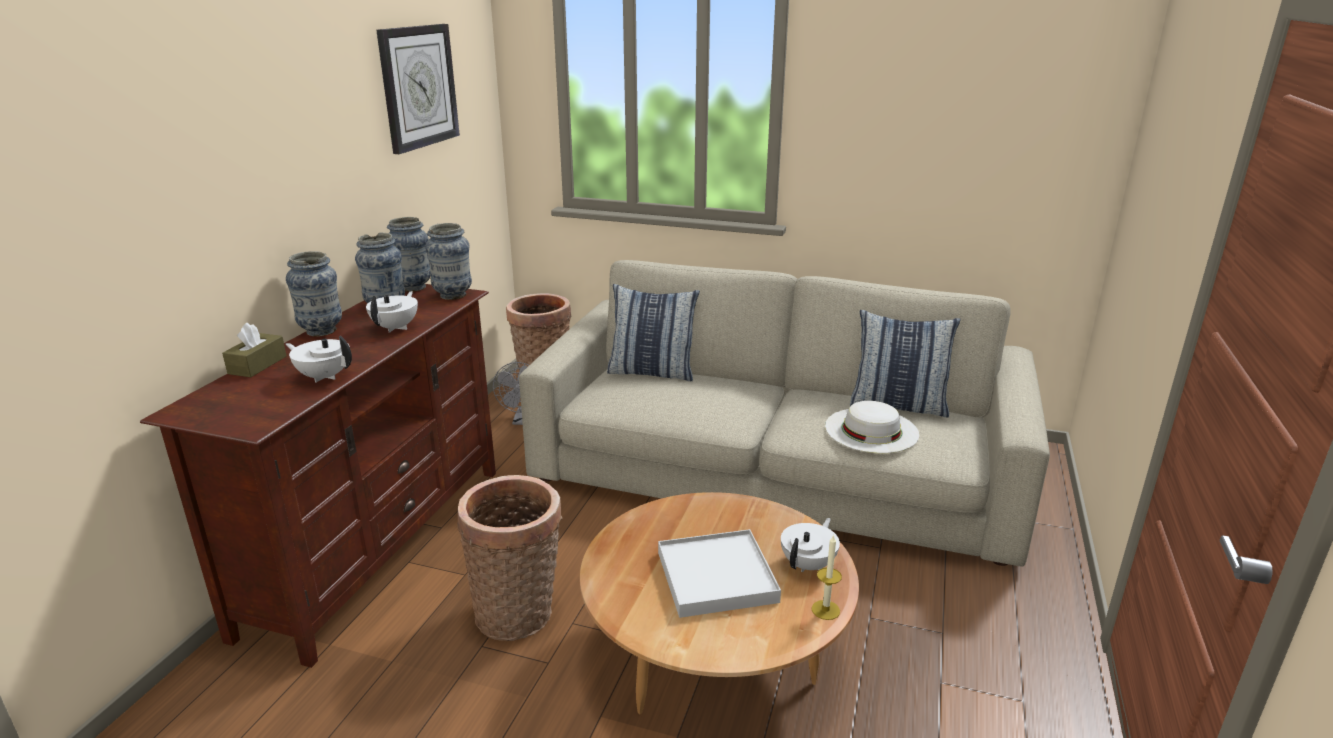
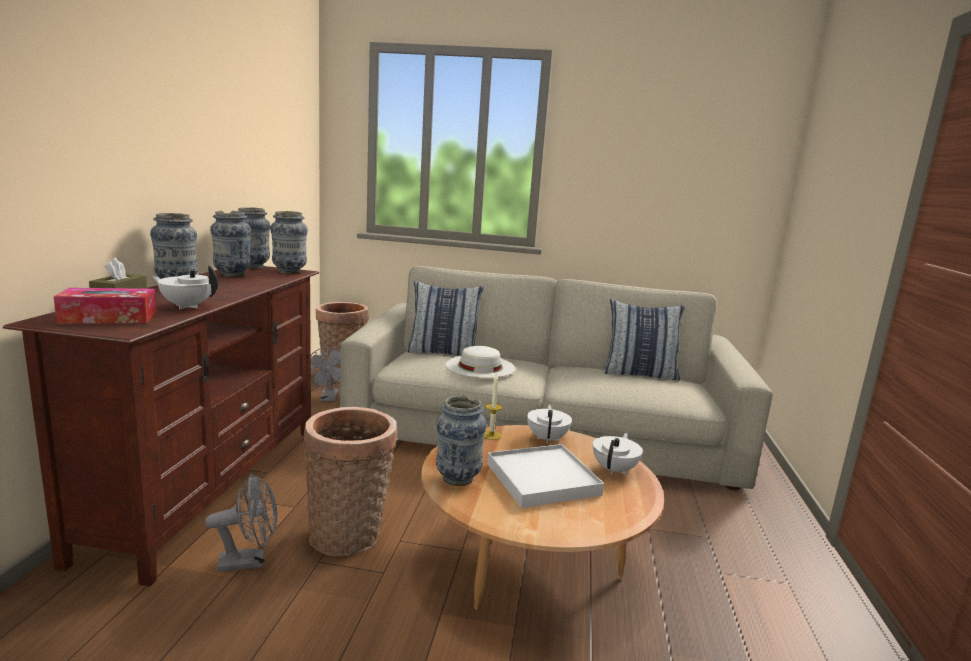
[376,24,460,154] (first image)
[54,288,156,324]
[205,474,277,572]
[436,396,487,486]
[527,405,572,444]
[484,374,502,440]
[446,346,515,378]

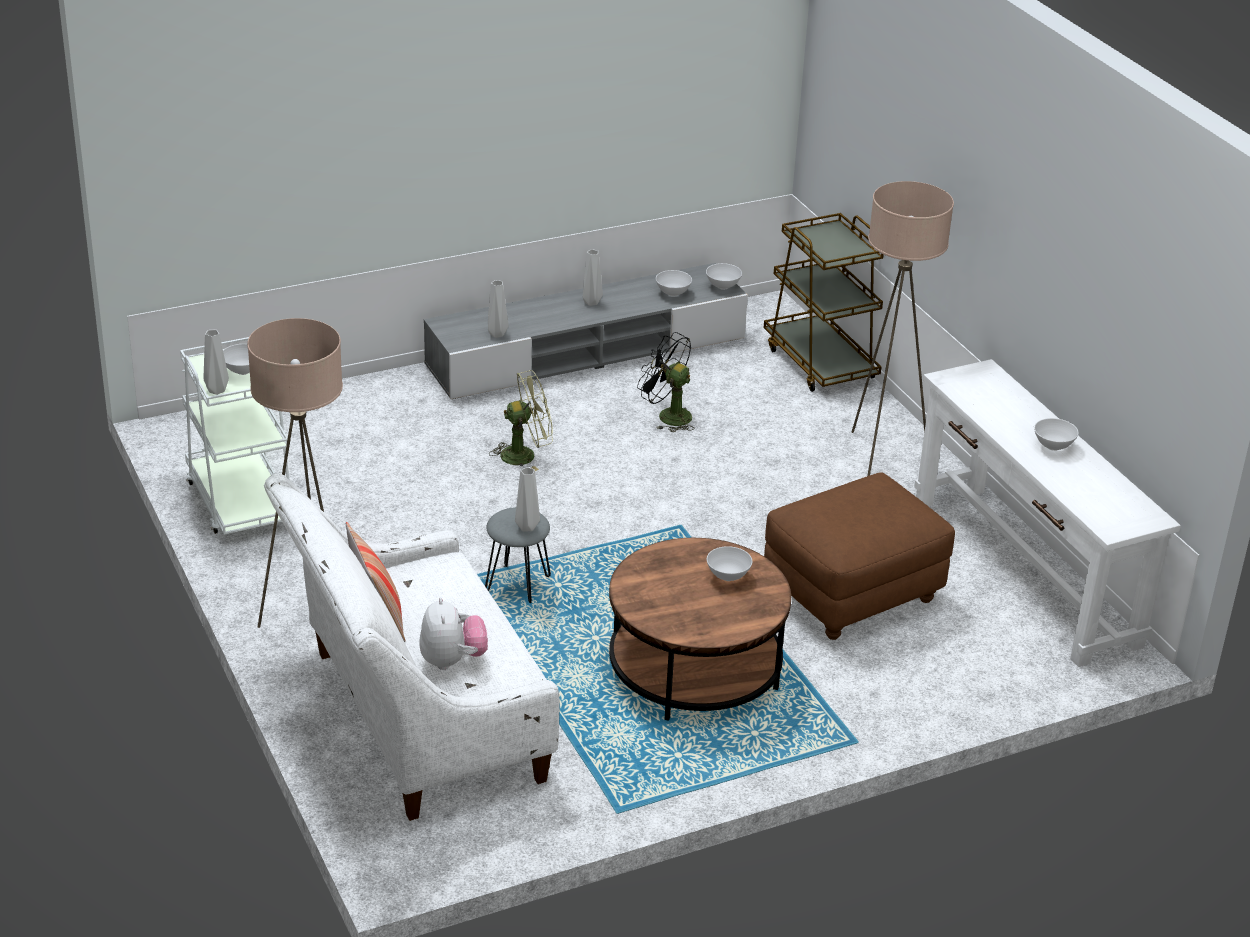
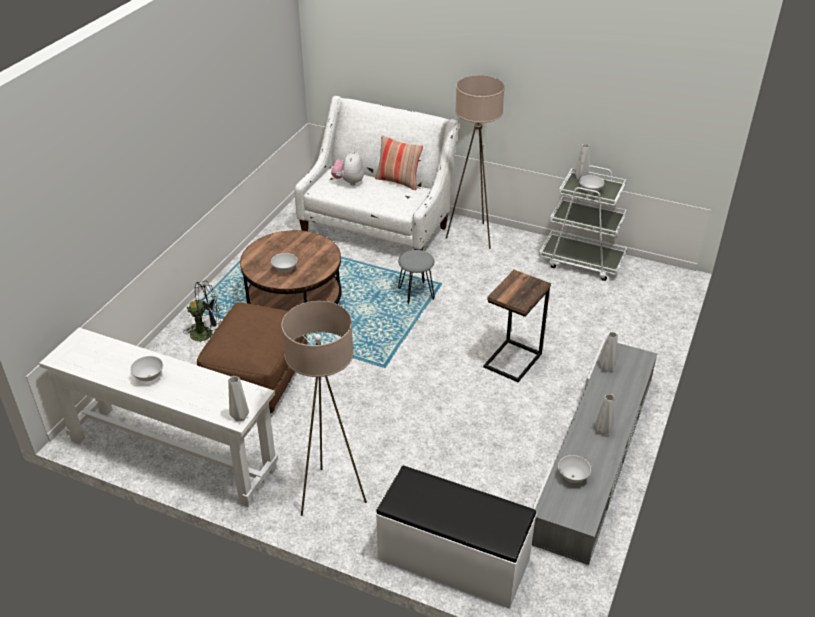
[706,263,742,290] (first image)
[228,376,249,422]
[183,281,220,342]
[483,270,551,382]
[376,466,537,609]
[331,151,364,186]

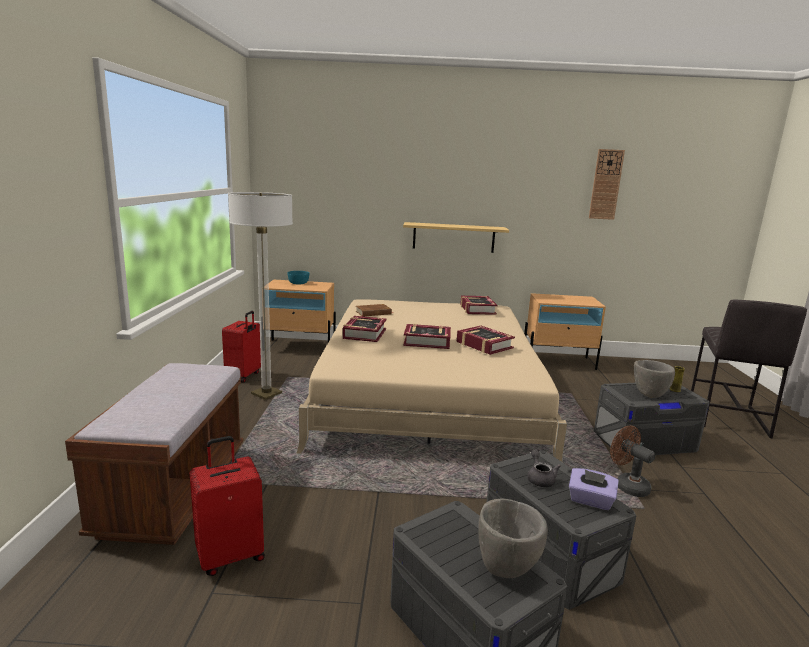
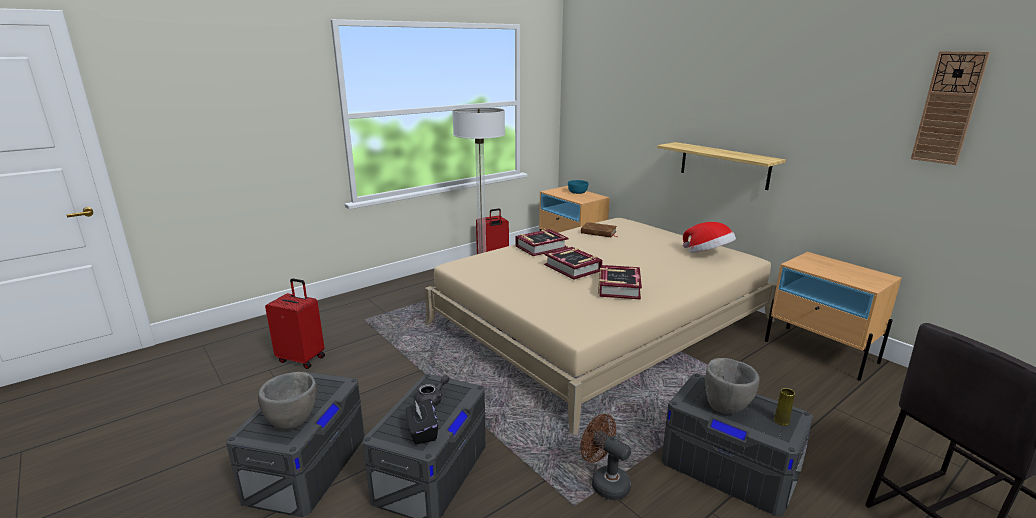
[65,363,244,545] (first image)
[683,222,736,253]
[406,399,438,444]
[580,414,631,500]

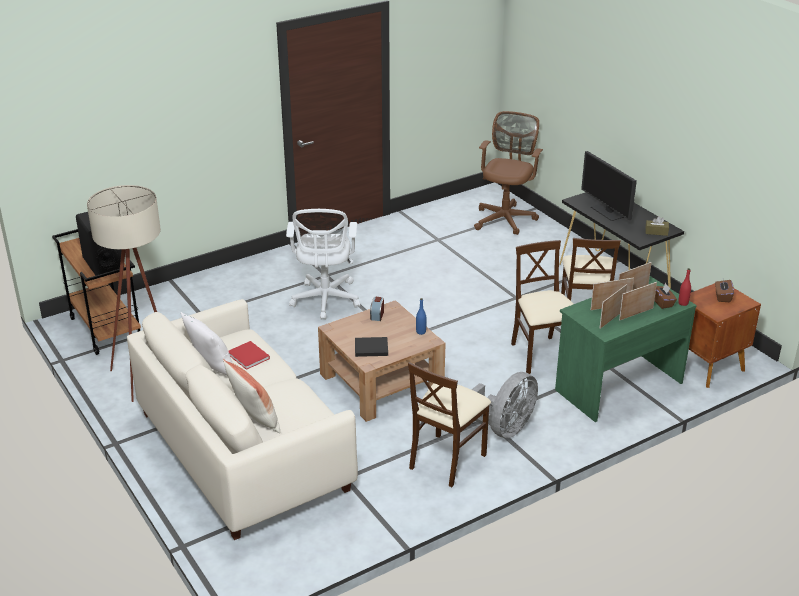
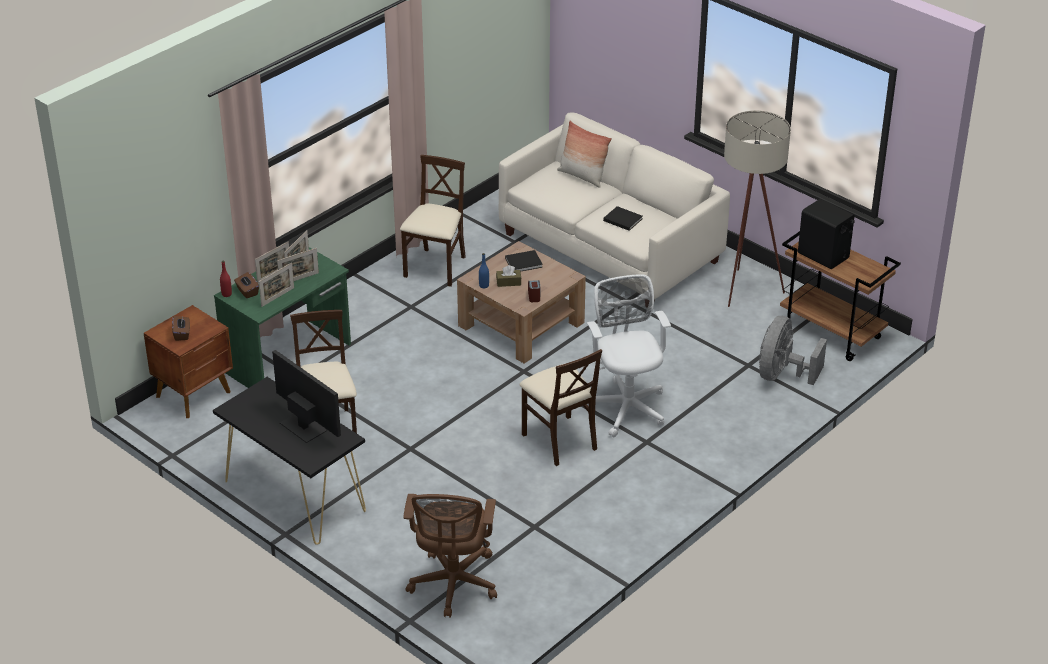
[181,312,232,376] (first image)
[759,316,827,385]
[520,349,602,466]
[496,265,522,287]
[603,206,643,231]

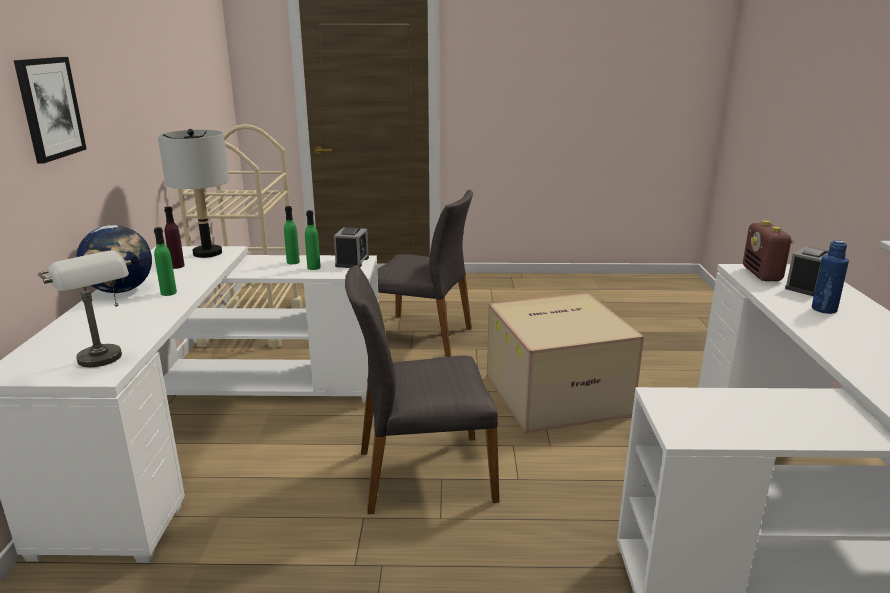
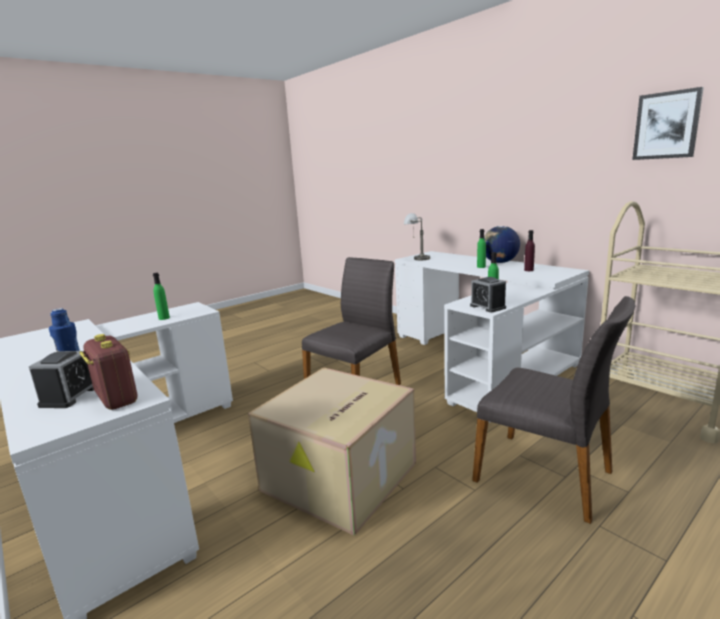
[158,129,229,258] (first image)
[632,87,704,160]
[153,273,170,320]
[472,296,636,524]

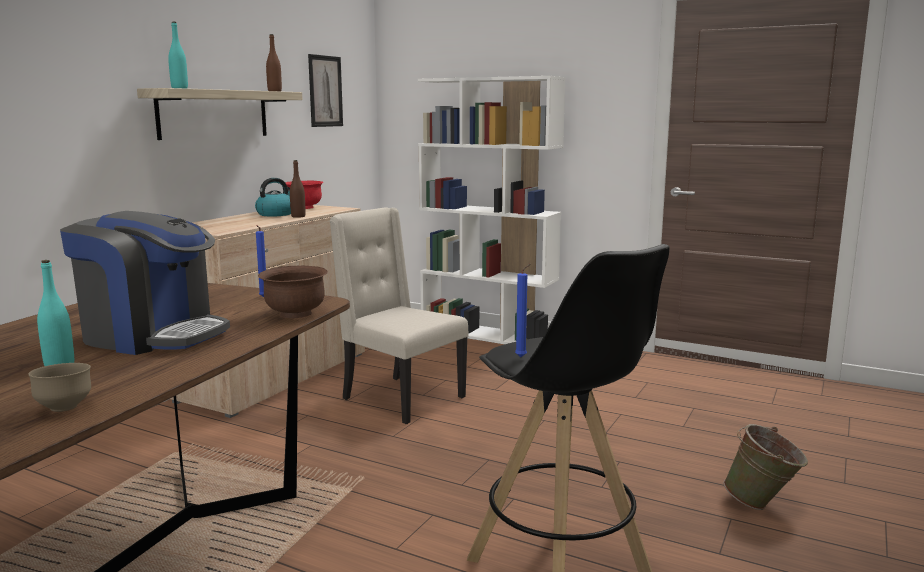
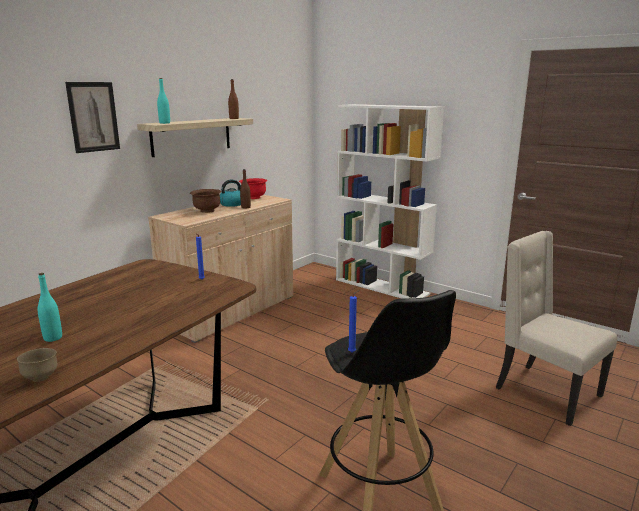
[60,211,230,355] (first image)
[723,424,808,510] (first image)
[190,189,222,213]
[65,82,120,153]
[496,231,617,426]

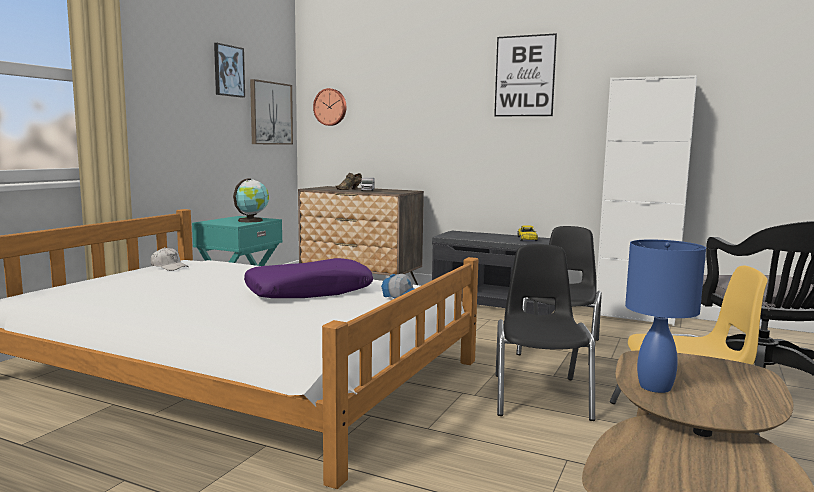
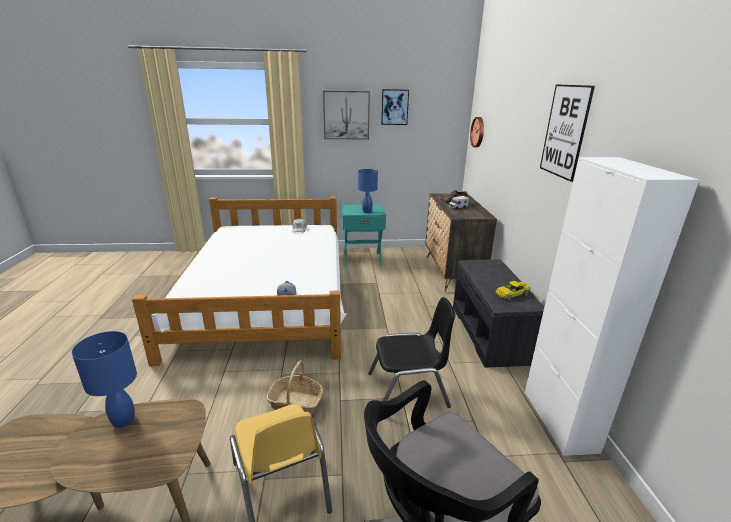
[244,258,373,298] (first image)
[323,91,370,139]
[358,169,378,213]
[266,360,323,413]

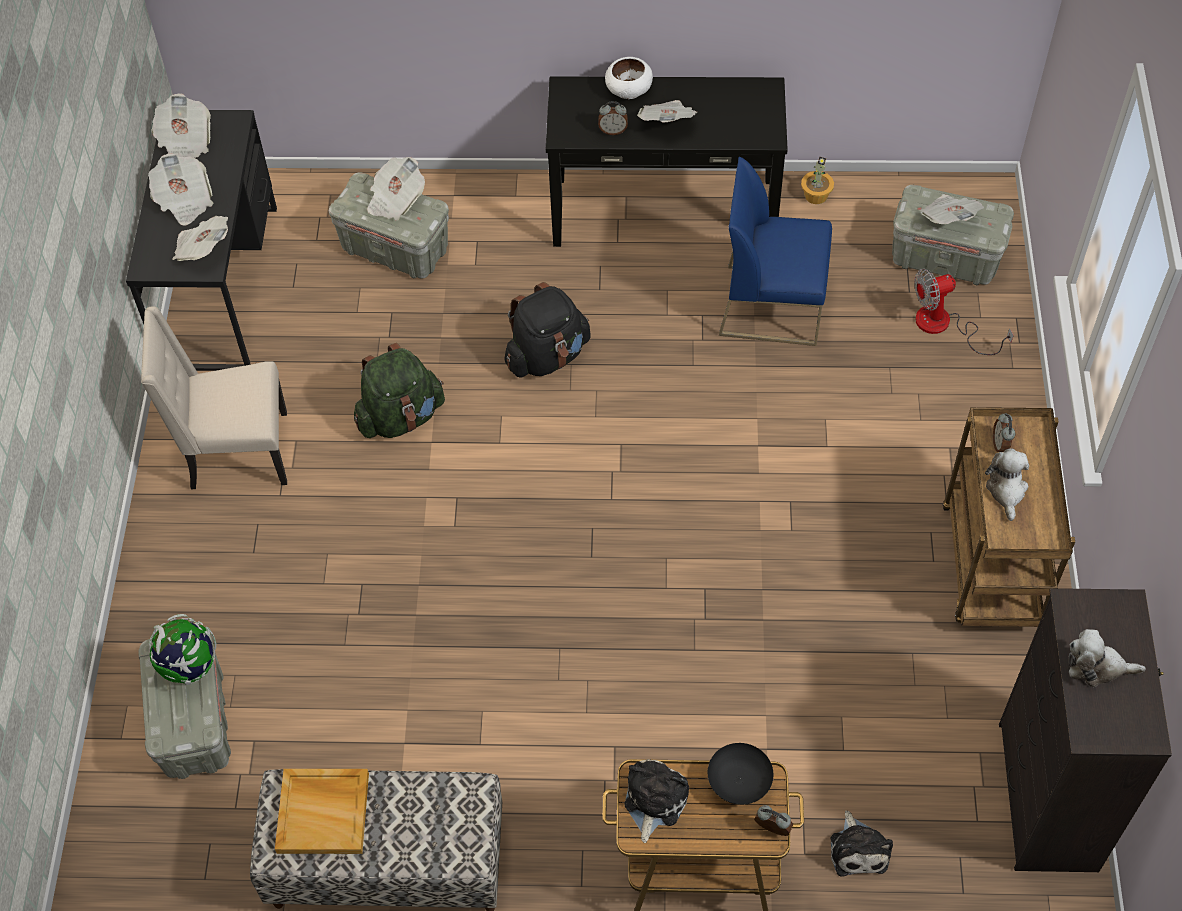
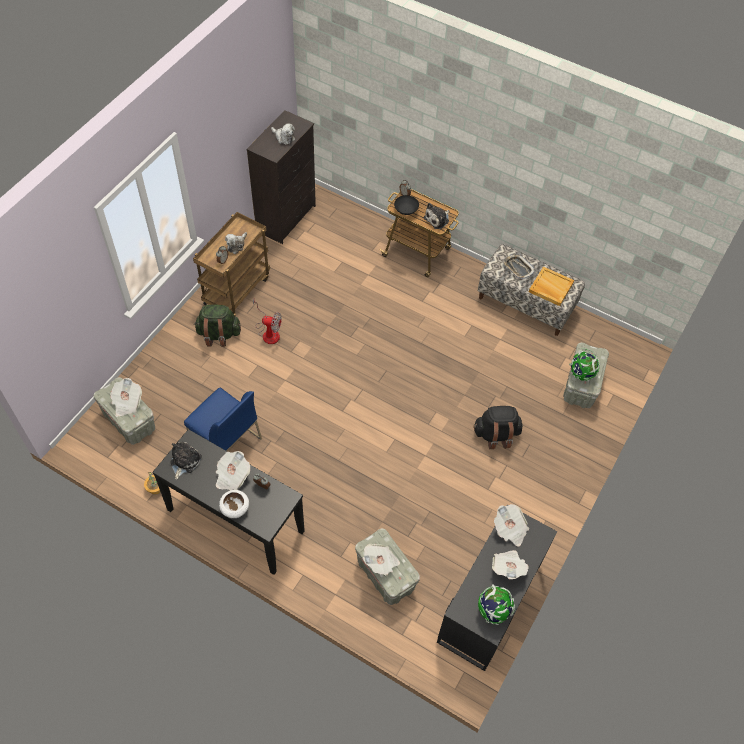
[141,306,287,490] (first image)
[502,254,535,279]
[194,304,241,347]
[473,406,523,449]
[170,442,202,480]
[253,299,282,344]
[478,584,515,625]

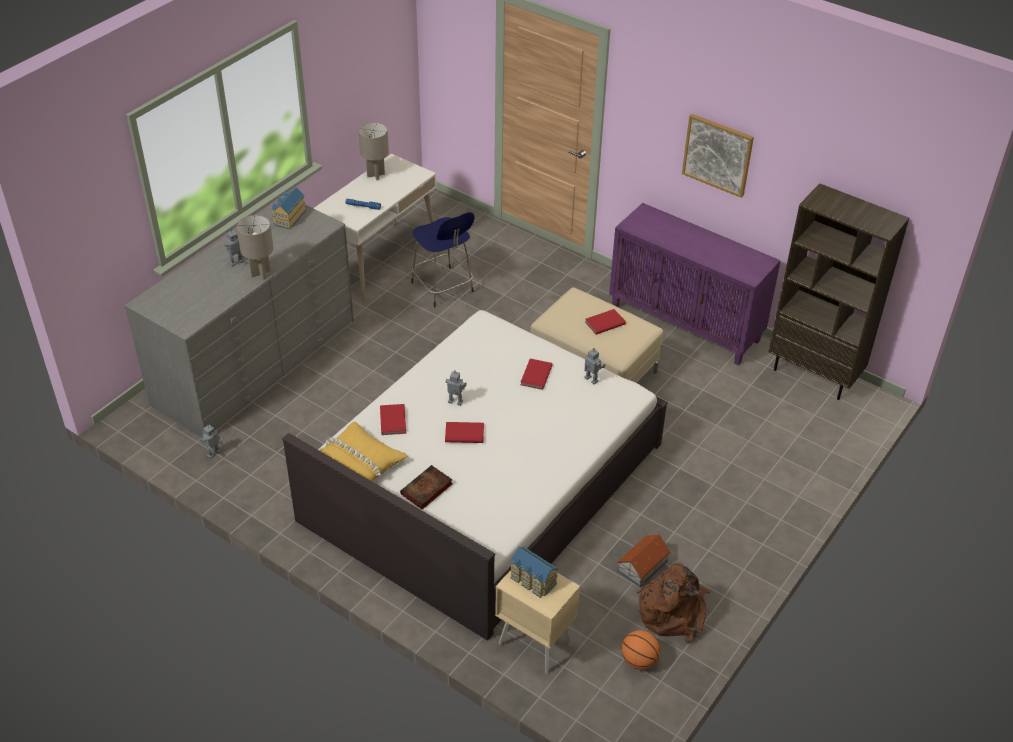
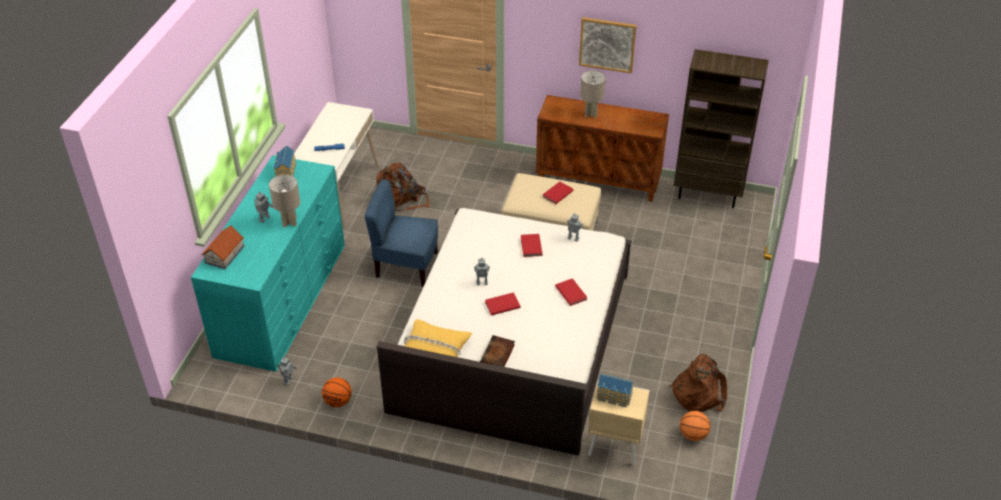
[322,378,352,407]
[364,179,438,287]
[580,70,606,118]
[555,278,587,306]
[202,225,245,269]
[376,163,430,211]
[191,155,345,372]
[536,95,669,202]

